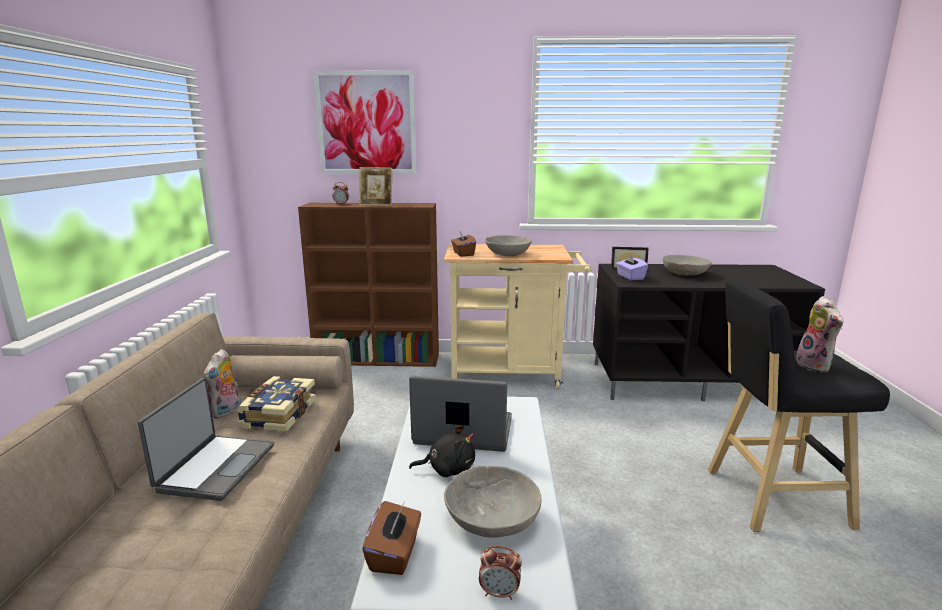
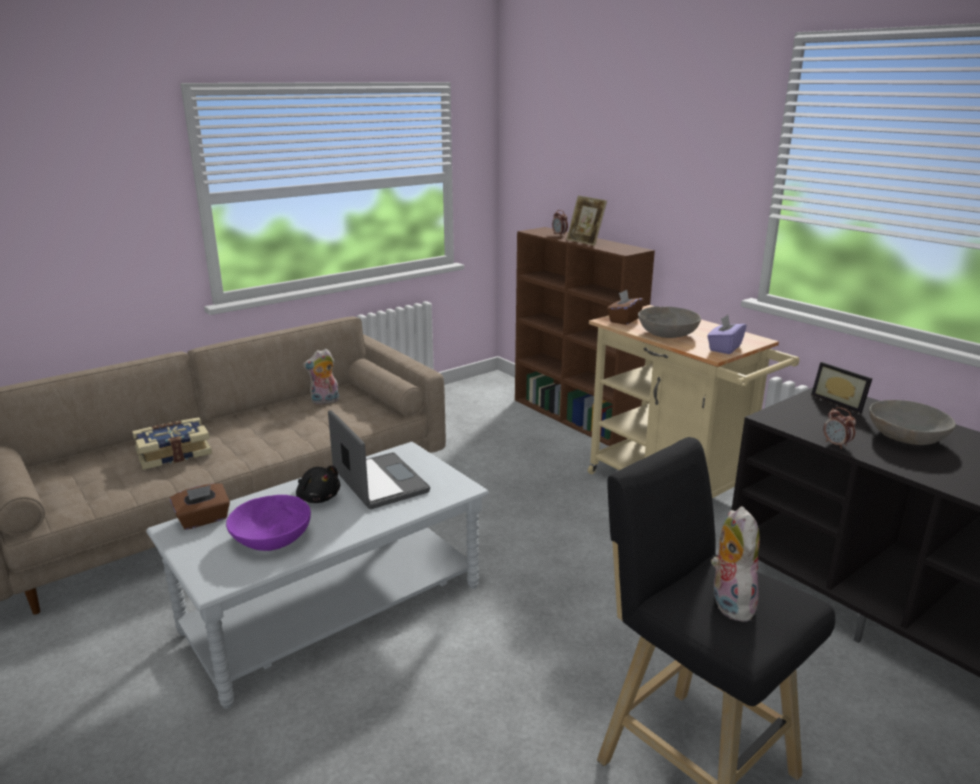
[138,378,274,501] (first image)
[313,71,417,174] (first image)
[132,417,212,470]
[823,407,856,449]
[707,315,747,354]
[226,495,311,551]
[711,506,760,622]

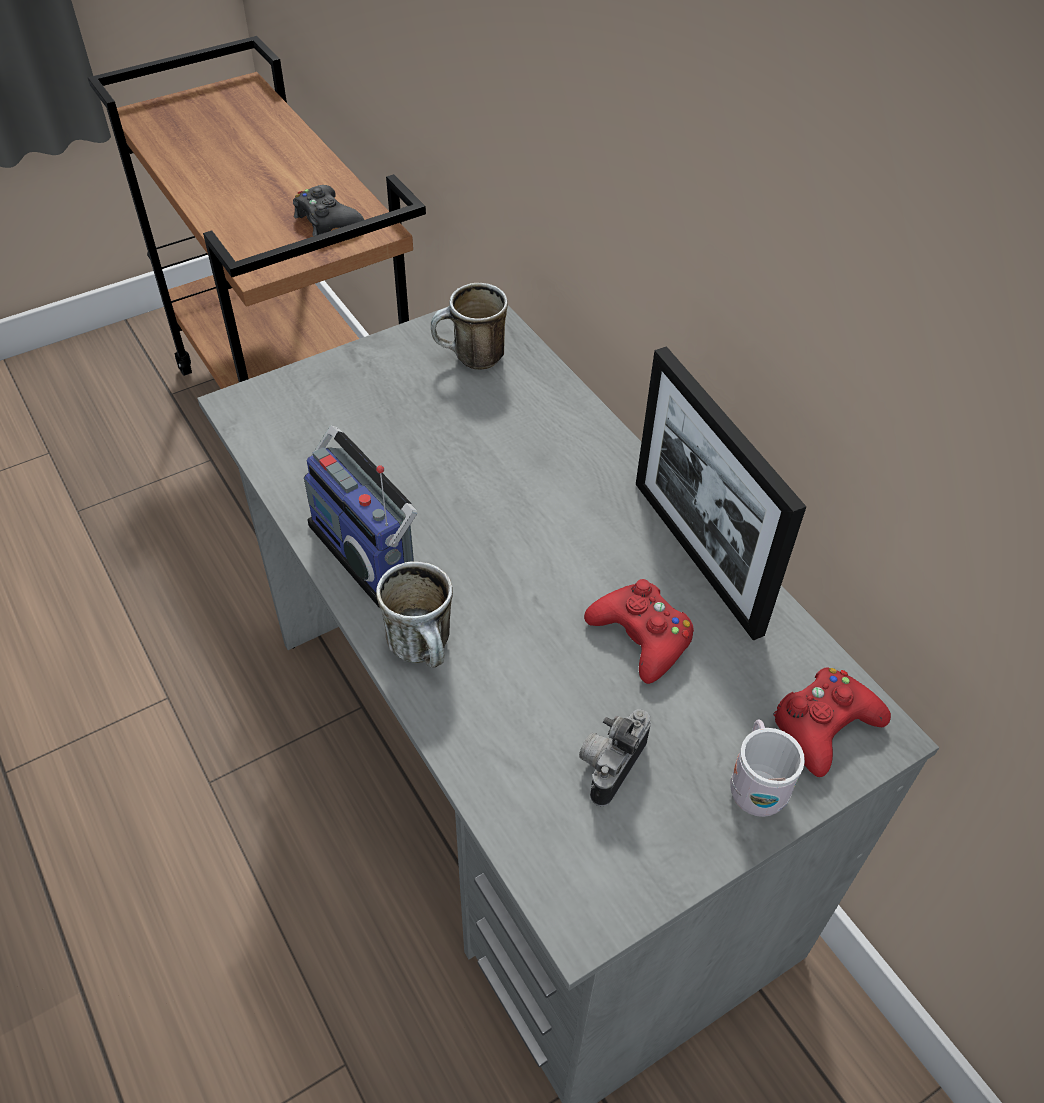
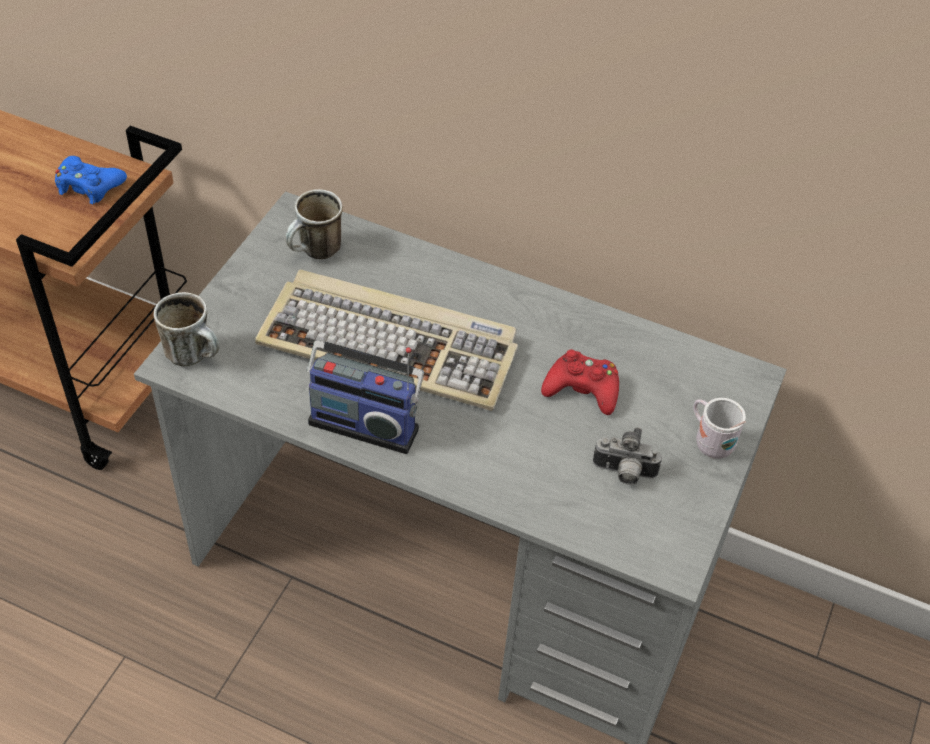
[636,346,806,641] (first image)
[773,667,891,777] (first image)
[255,270,518,411]
[154,292,220,366]
[55,156,127,204]
[593,427,662,485]

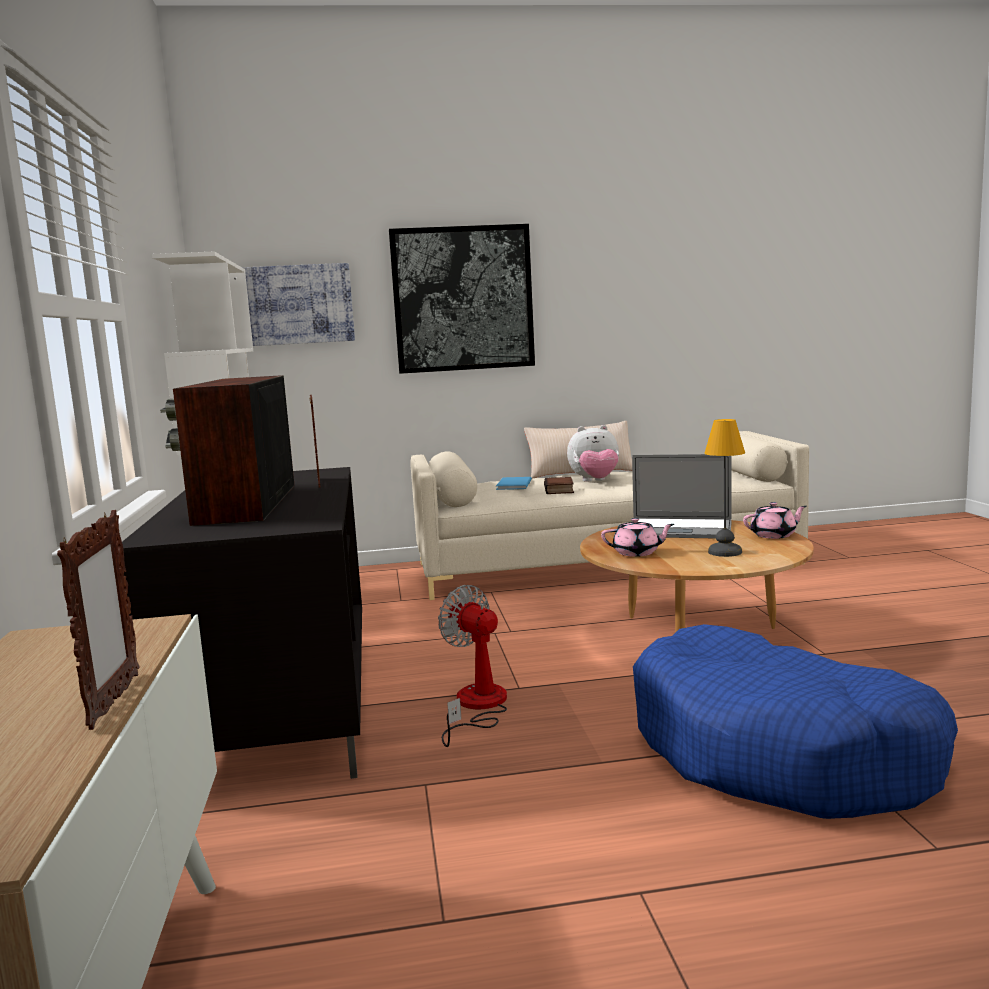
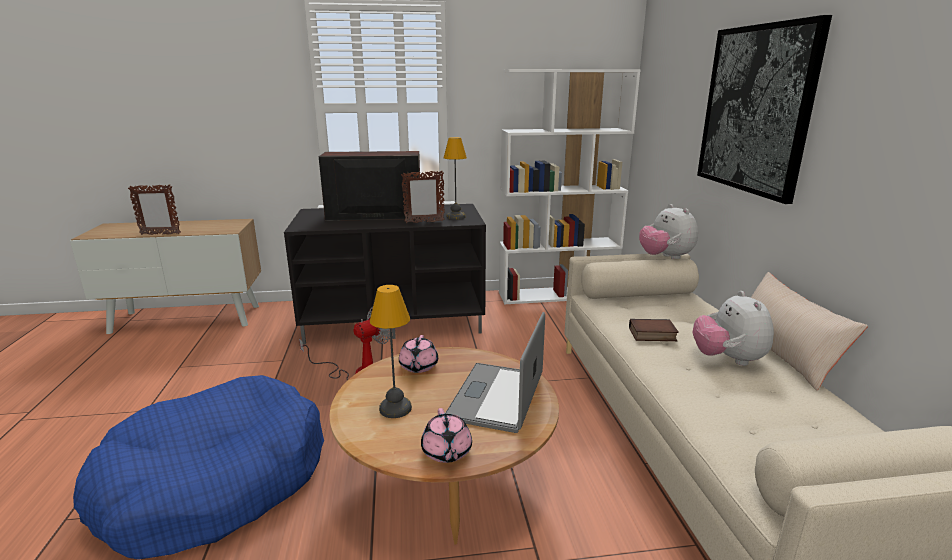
[242,263,355,346] (first image)
[496,477,532,490] (first image)
[444,137,467,220]
[639,204,698,259]

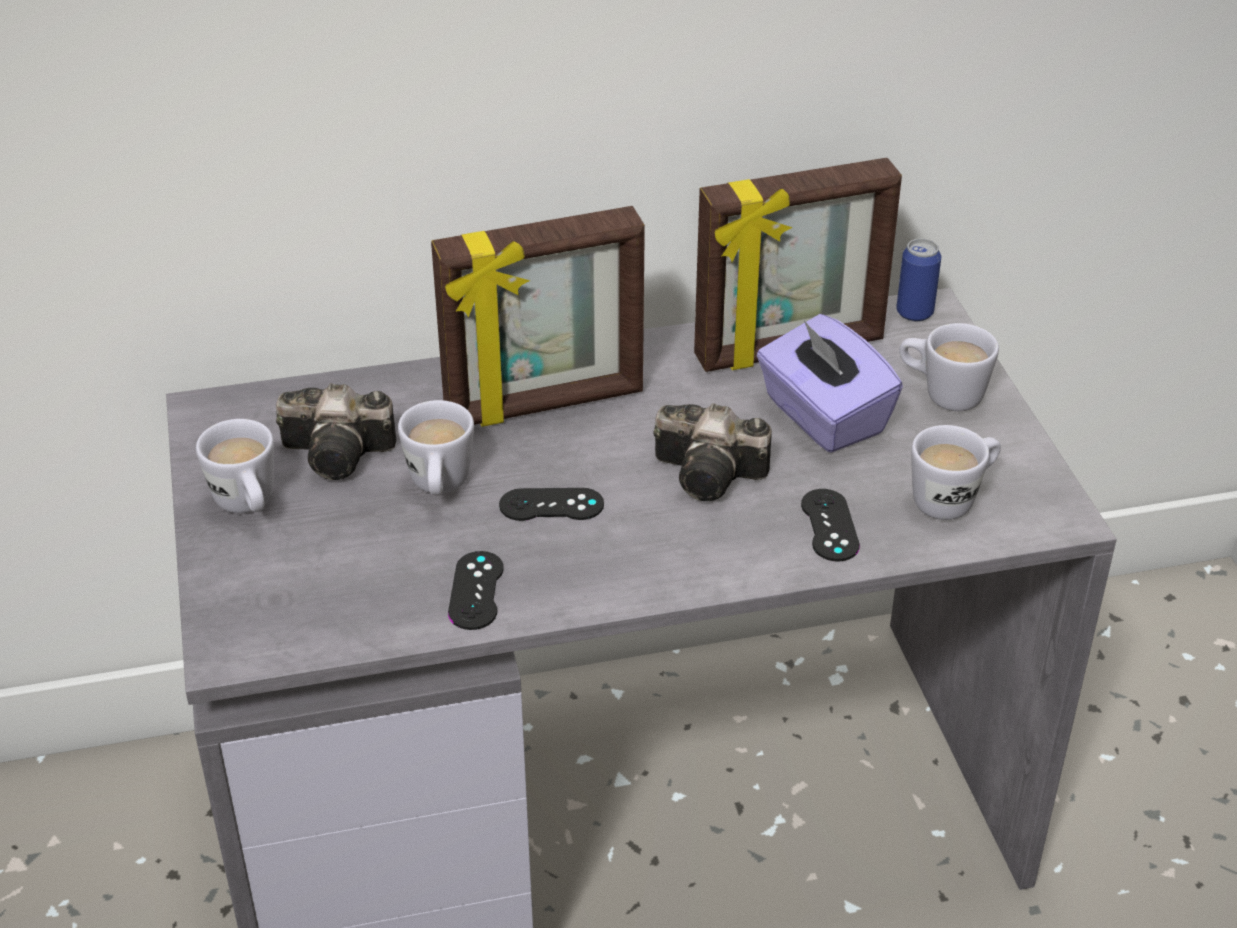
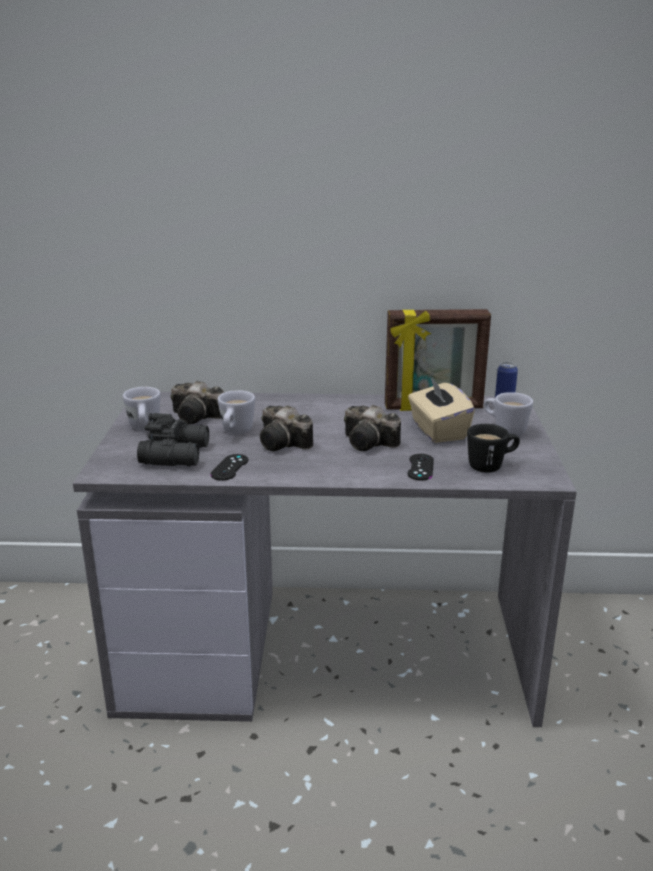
[431,206,645,427] (first image)
[137,413,209,466]
[260,405,313,451]
[408,376,475,443]
[467,424,520,473]

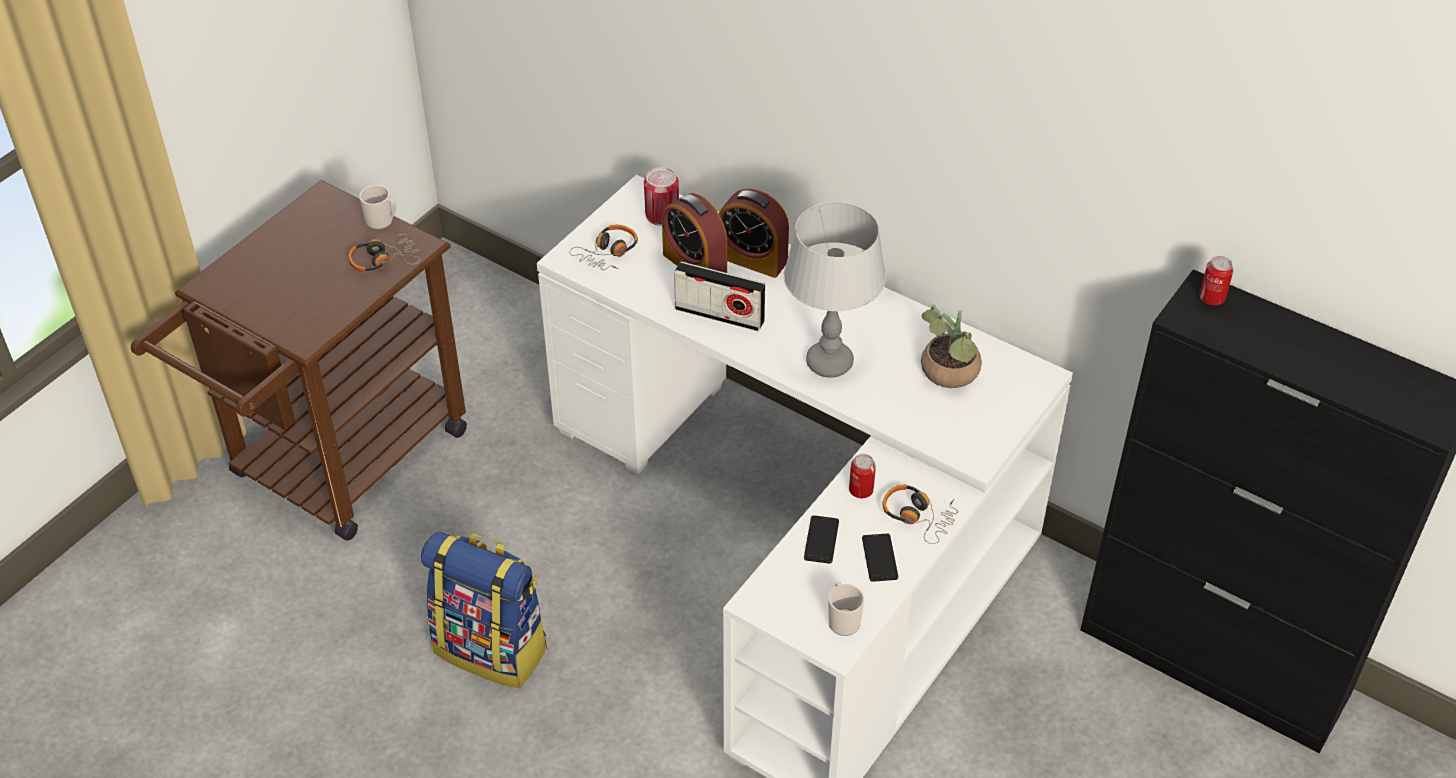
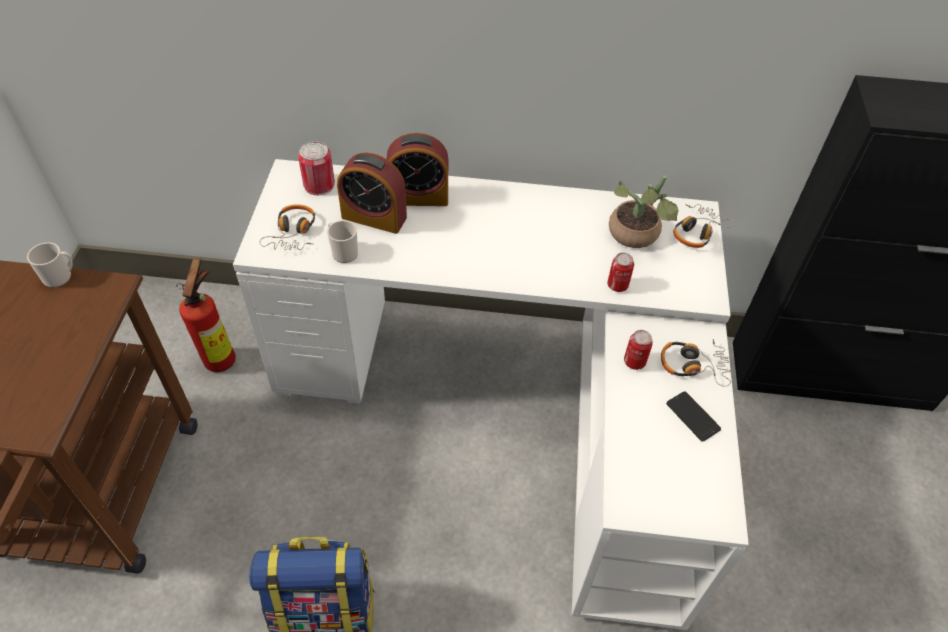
[674,261,765,331] (first image)
[784,202,886,378] (first image)
[804,515,839,564] (first image)
[176,258,236,372]
[673,204,734,248]
[327,220,358,263]
[607,252,634,292]

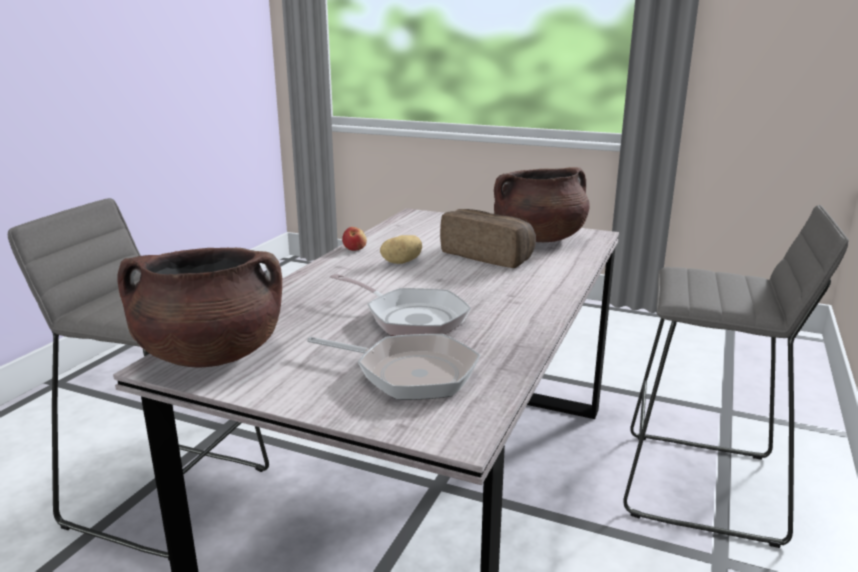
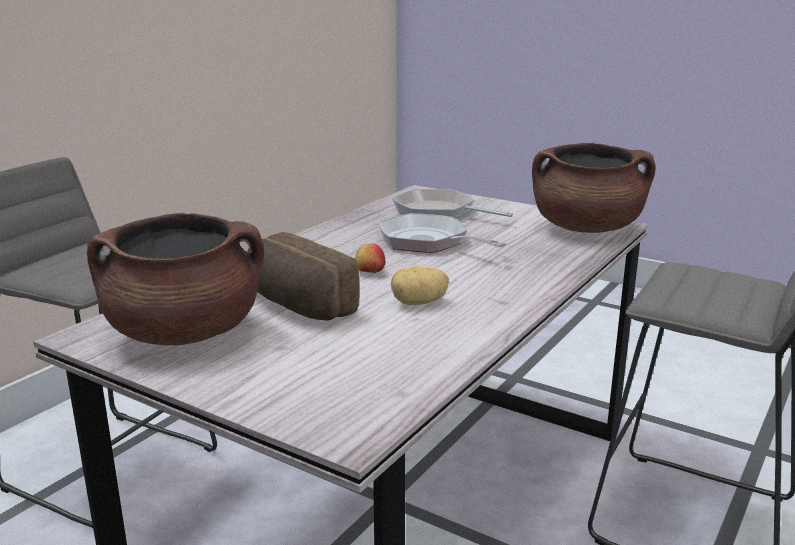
[355,243,385,273]

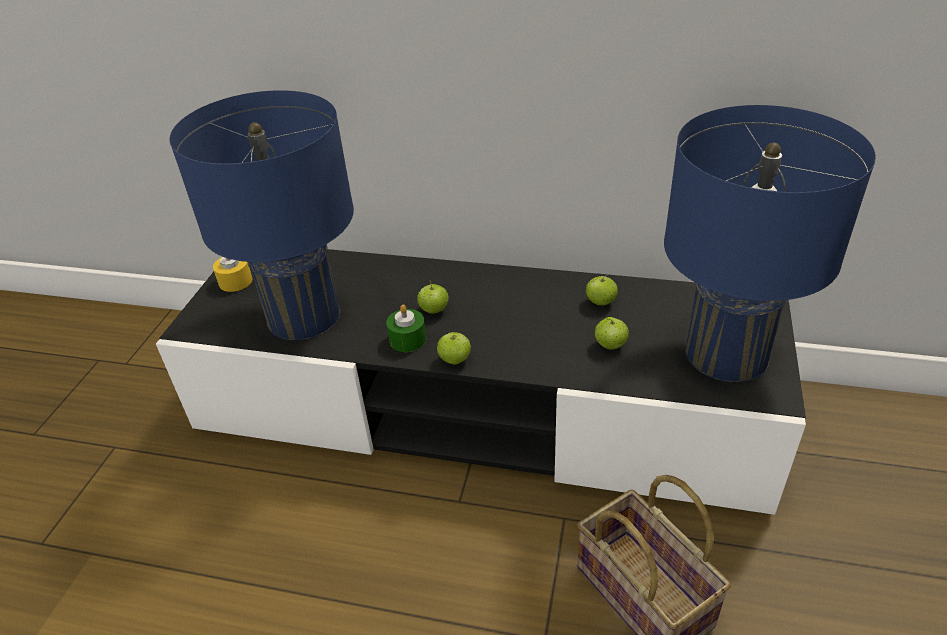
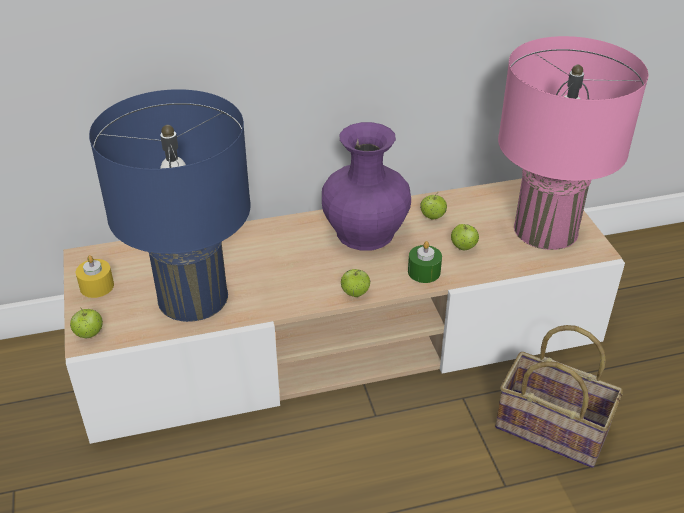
[322,122,411,251]
[408,241,442,283]
[70,307,103,338]
[63,179,625,444]
[498,36,648,250]

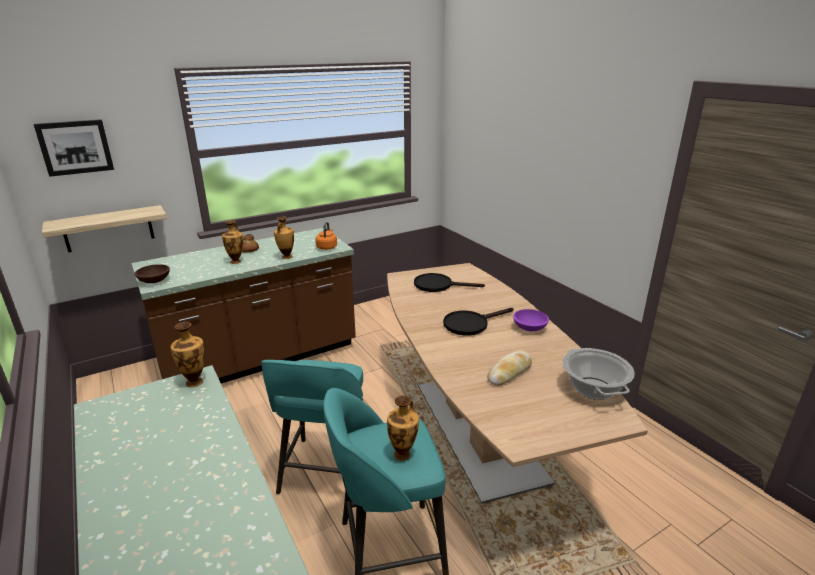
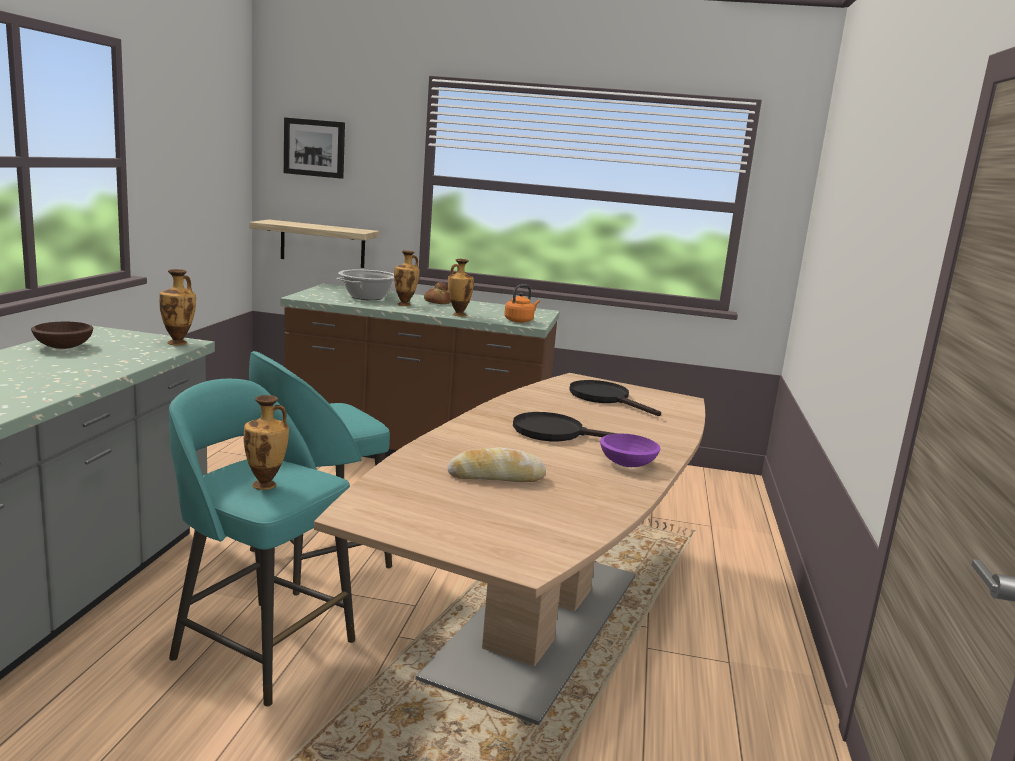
[31,322,93,349]
[336,270,394,300]

